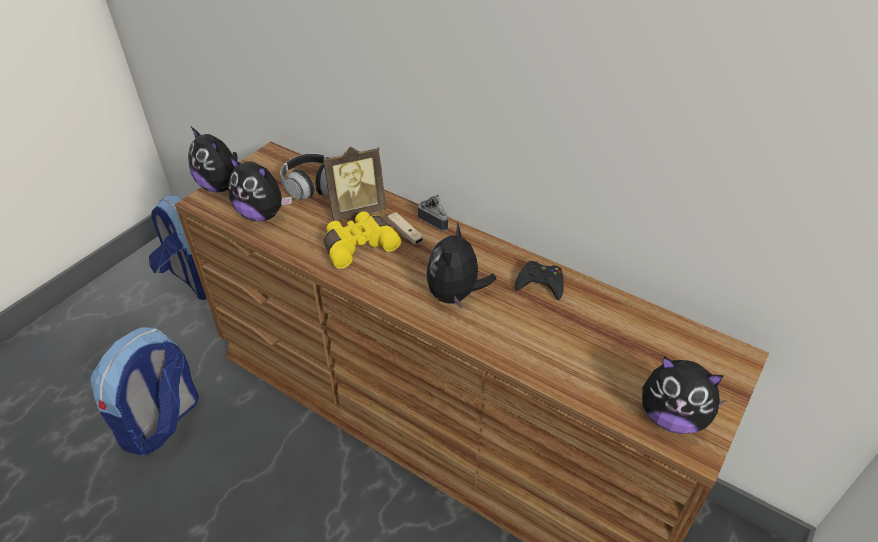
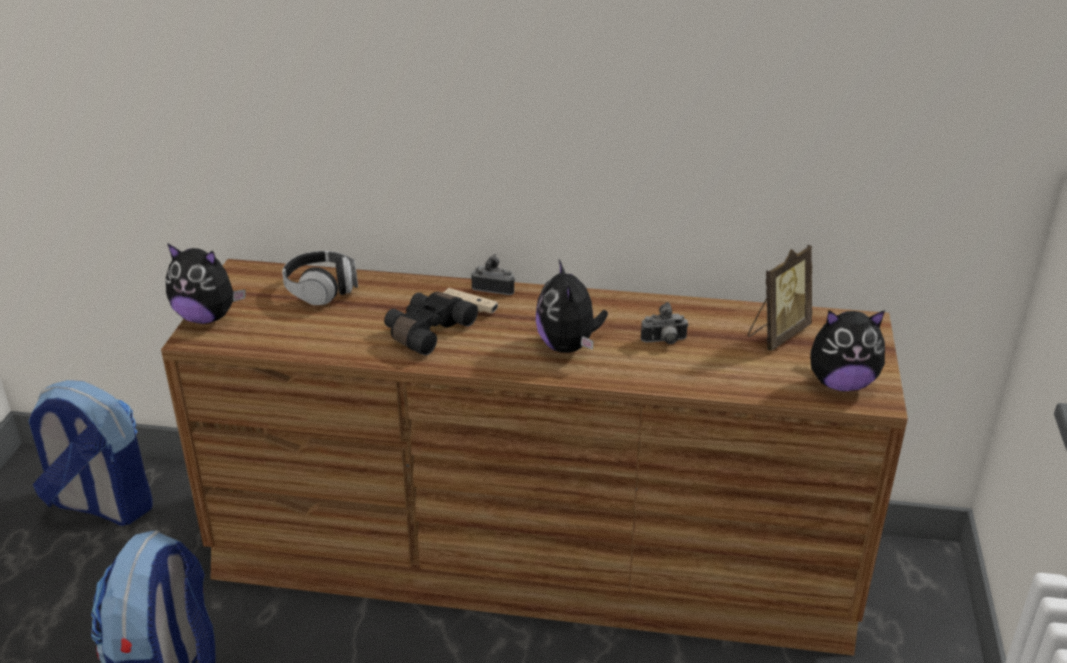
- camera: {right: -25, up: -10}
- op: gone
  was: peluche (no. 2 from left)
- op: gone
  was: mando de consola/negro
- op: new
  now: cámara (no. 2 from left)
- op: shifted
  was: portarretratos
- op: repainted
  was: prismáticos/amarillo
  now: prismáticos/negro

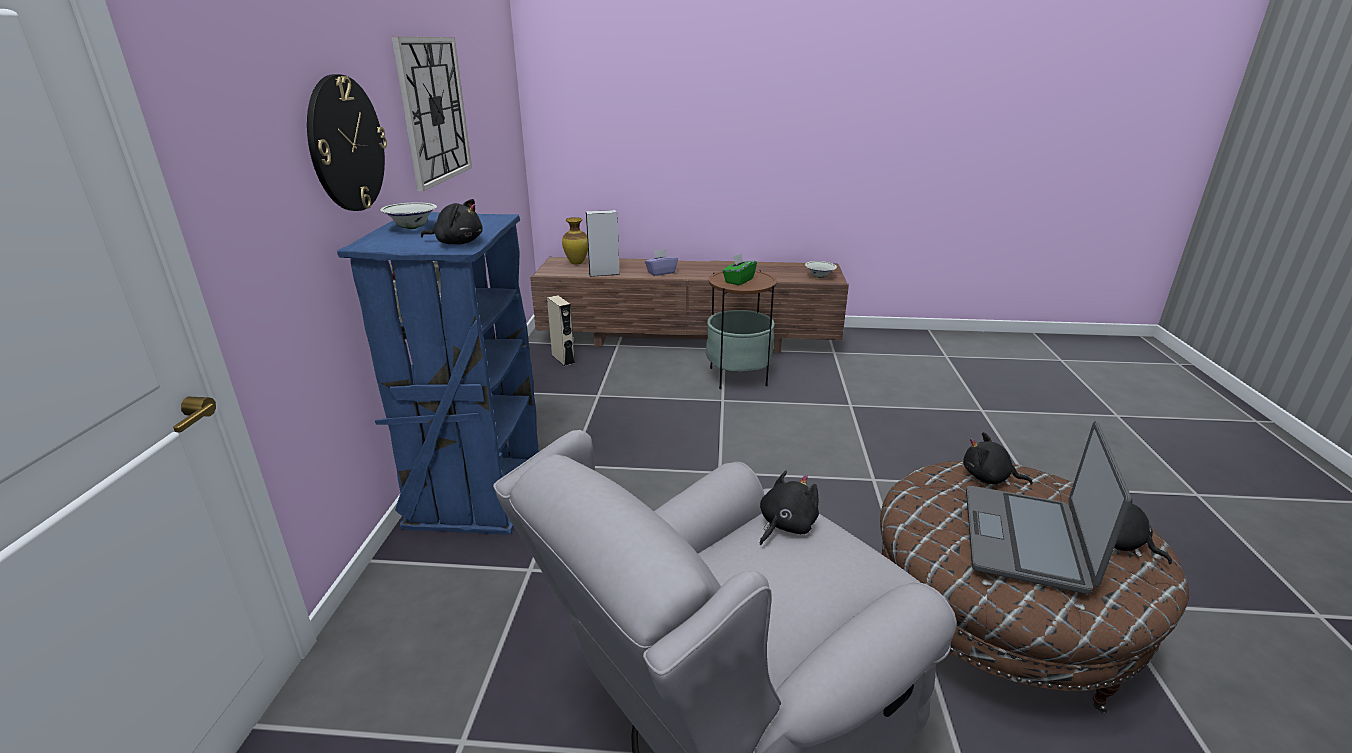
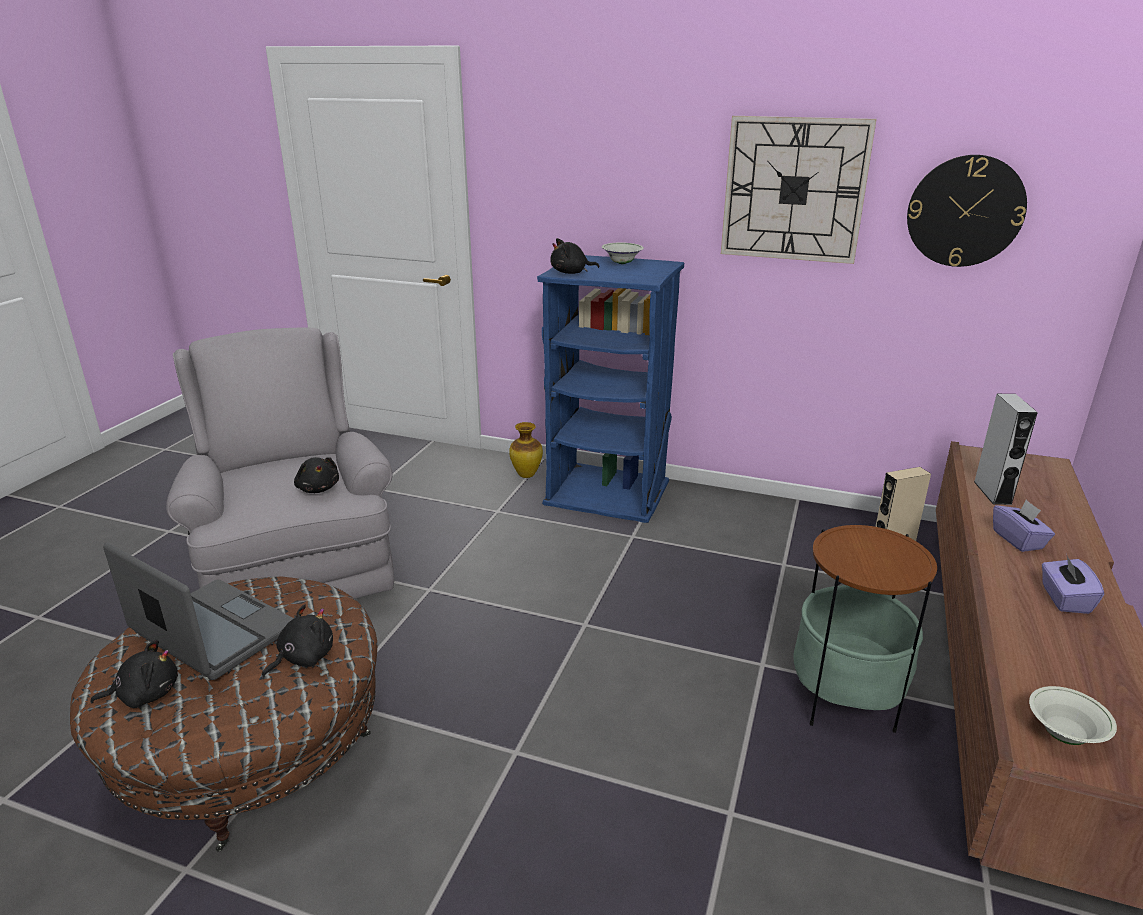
- camera: {right: 105, up: 0}
- op: gone
  was: caja de pañuelos/verde
- op: new
  now: caja de pañuelos/morado (no. 2 from left)
- op: shifted
  was: reloj de pared (no. 1 from left in the first image)
  now: reloj de pared (no. 2 from left)
- op: shifted
  was: florero
- op: rotated
  was: peluche/negro (no. 1 from left in the first image)
  clockwise: 45

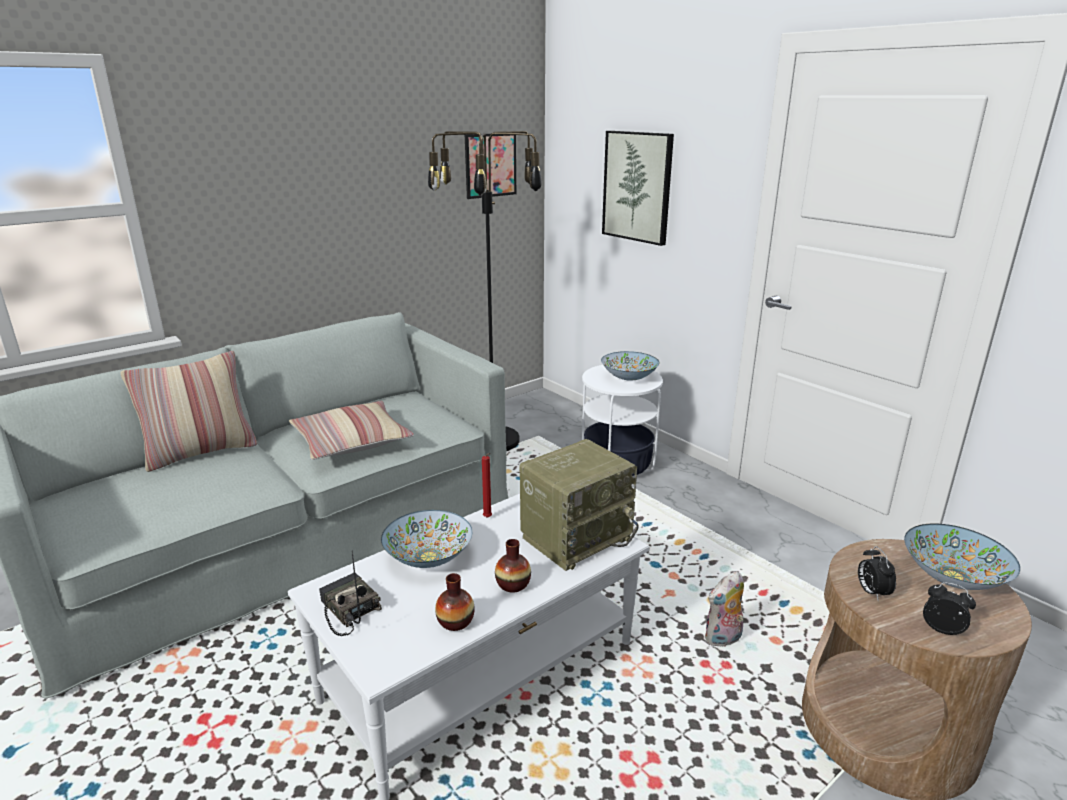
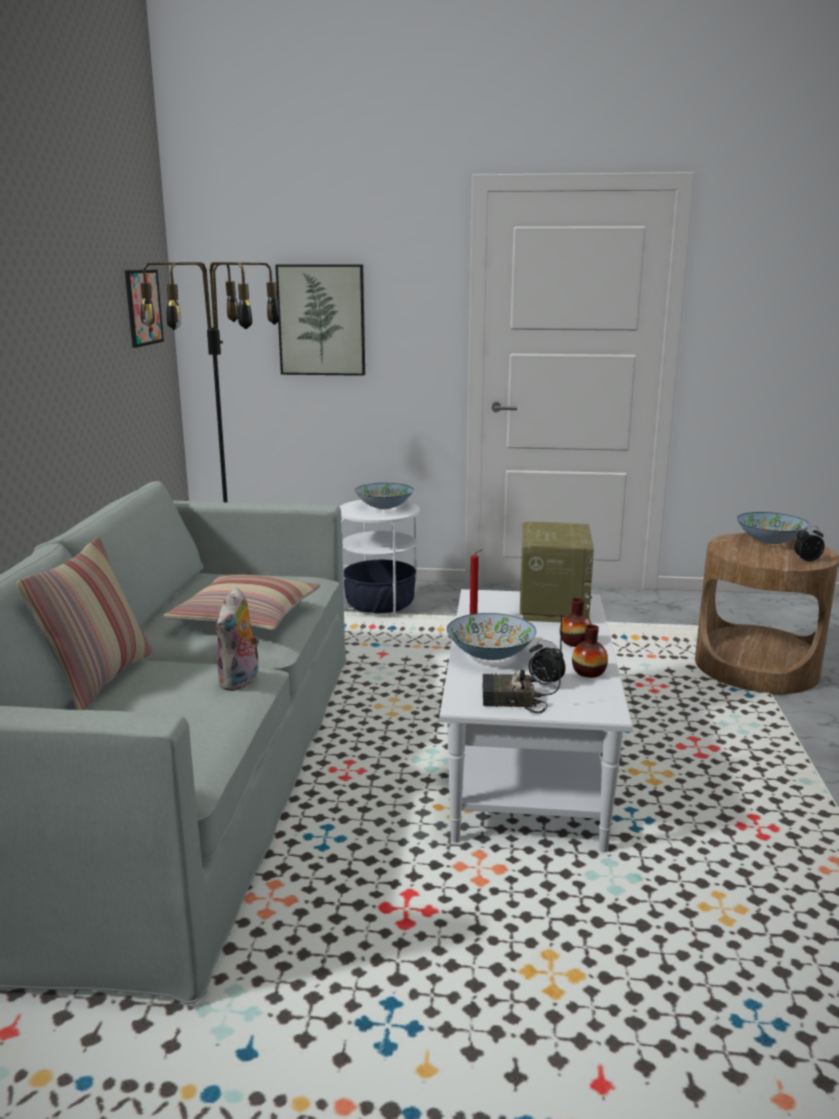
- camera: {right: -45, up: -5}
- op: shifted
  was: peluche
- op: shifted
  was: despertador (no. 1 from left)

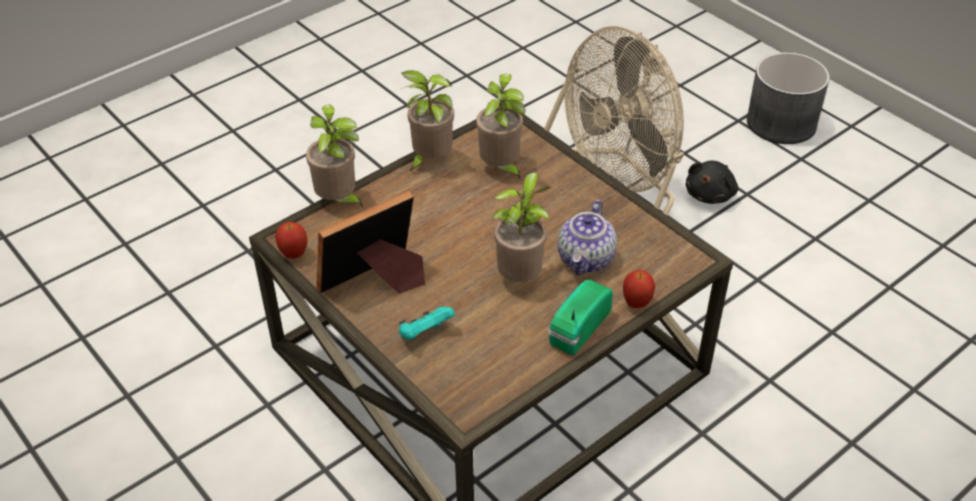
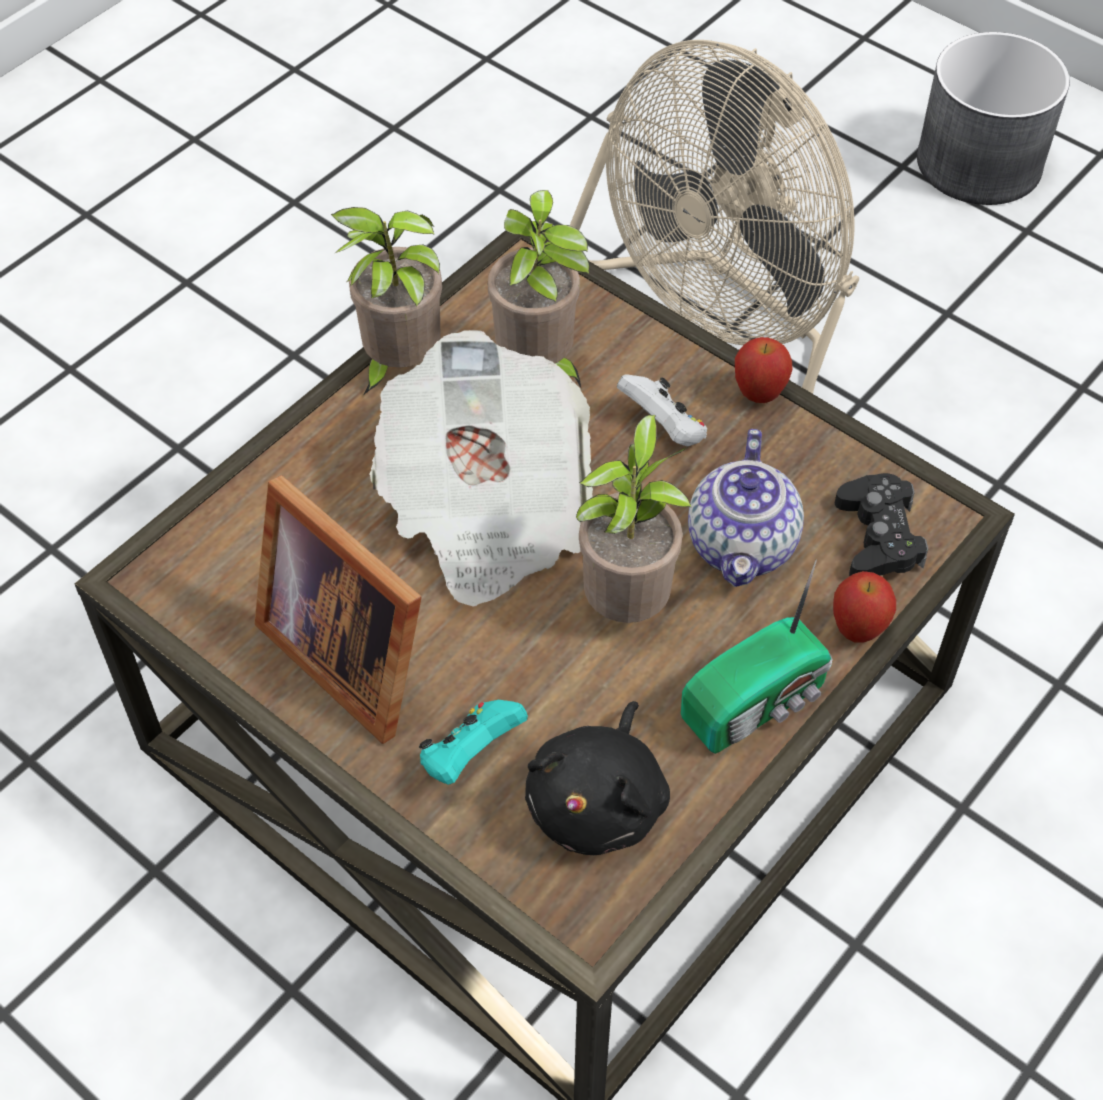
- camera: {right: -10, up: 10}
- op: gone
  was: planta en maceta (no. 1 from left)
- op: new
  now: periódico
- op: new
  now: mando de consola/blanco
- op: new
  now: mando de consola/negro
- op: shifted
  was: manzana (no. 1 from left)
- op: shifted
  was: peluche/negro
- op: rotated
  was: portarretratos
  clockwise: -90
- op: rotated
  was: radio
  clockwise: -150

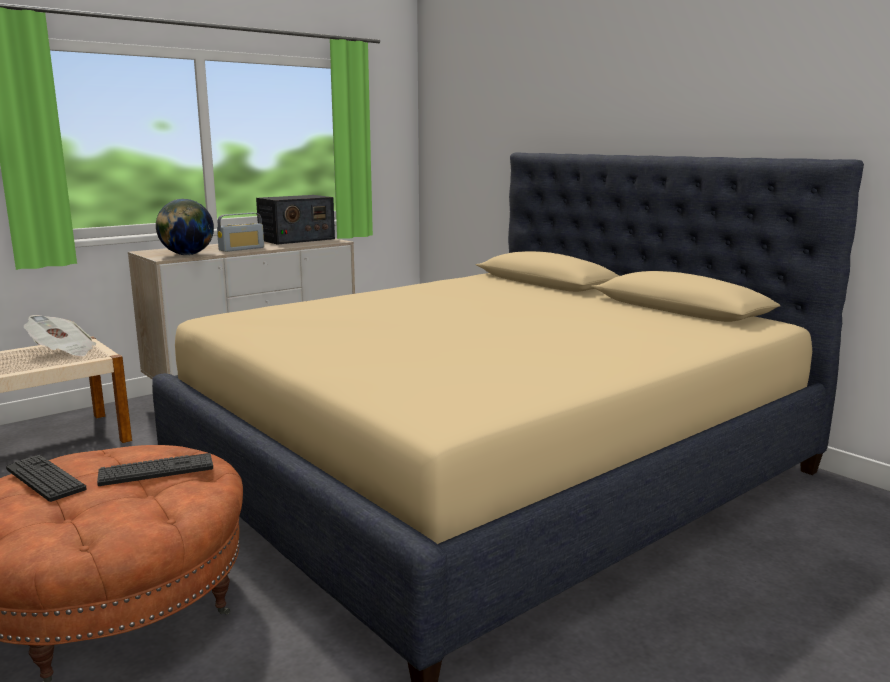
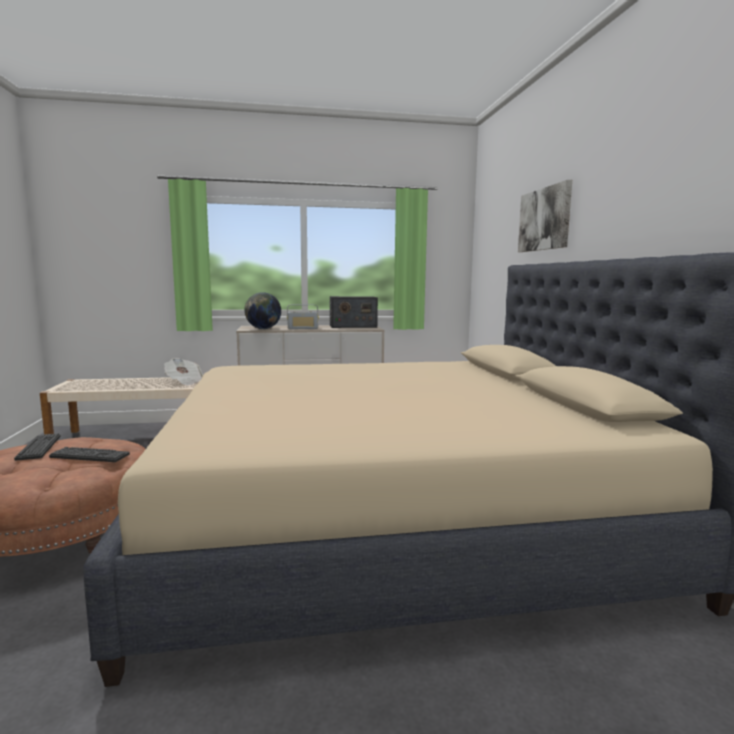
- camera: {right: 30, up: -5}
- op: new
  now: cuadro

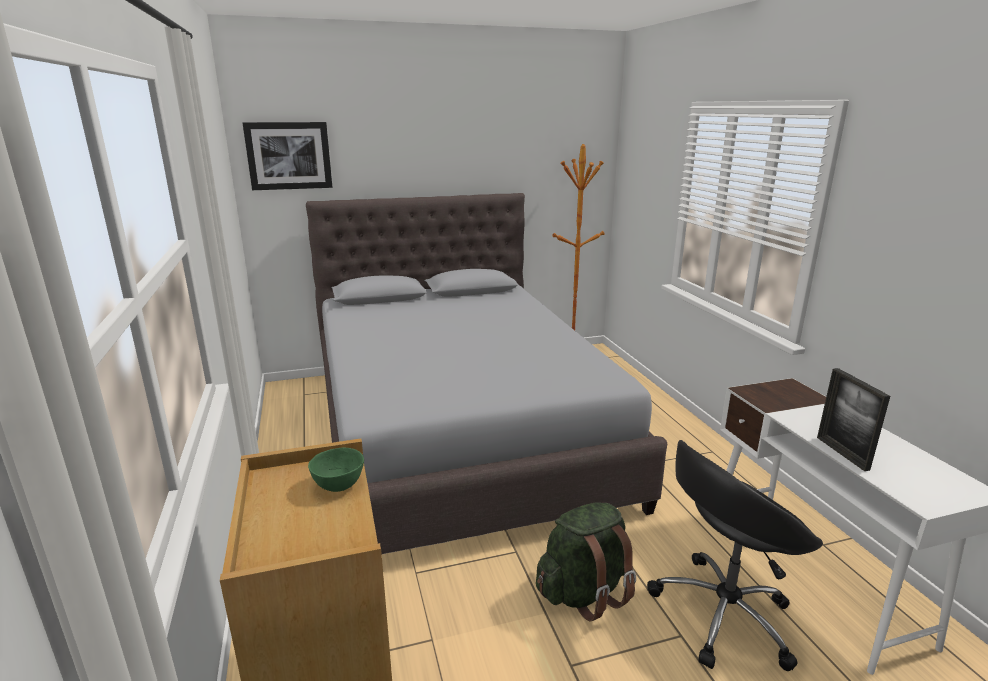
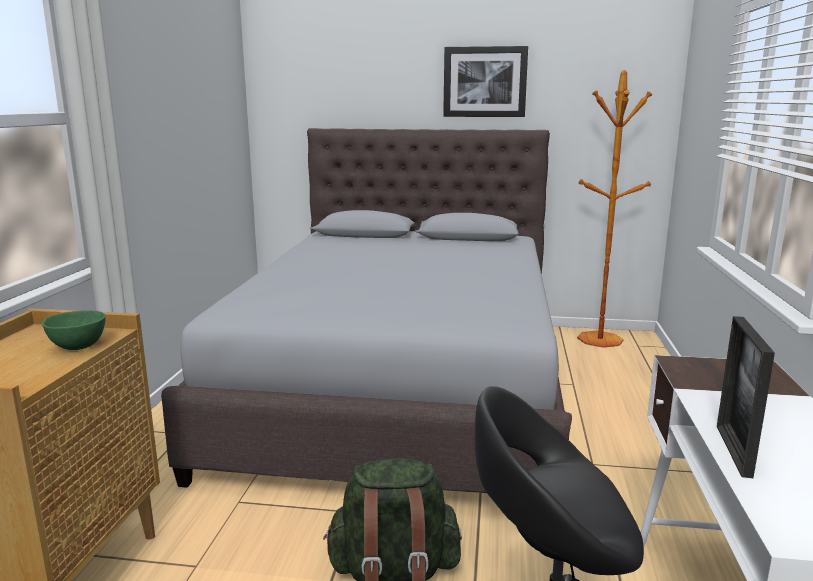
- camera: {right: 25, up: -5}
- op: shifted
  was: cuadro

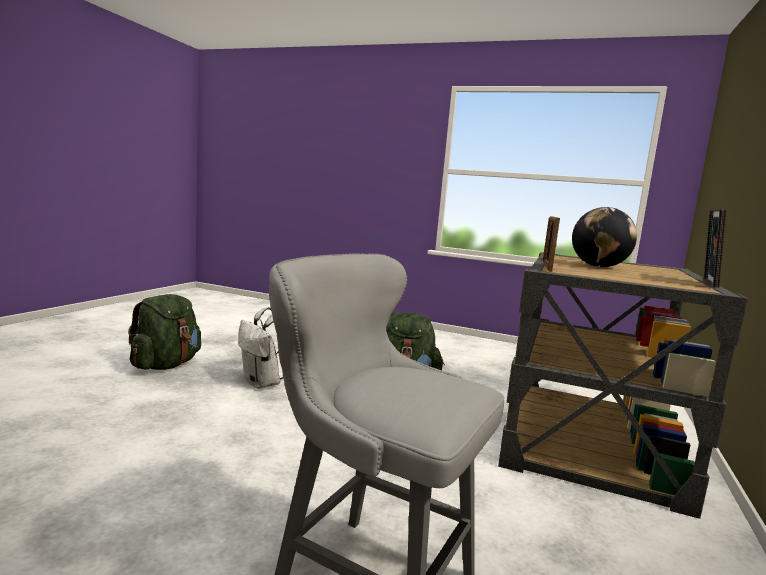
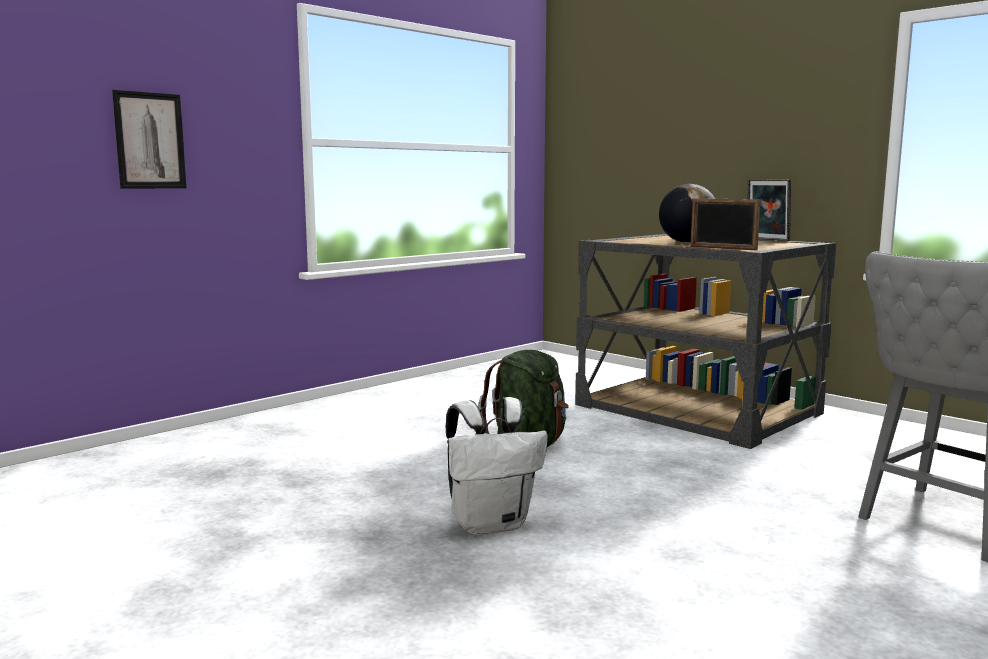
- camera: {right: -65, up: 0}
- op: gone
  was: mochila/verde (no. 1 from left)
- op: new
  now: cuadro

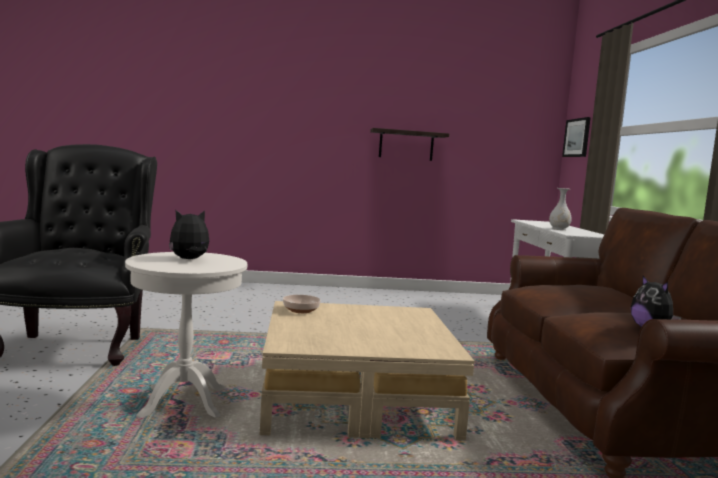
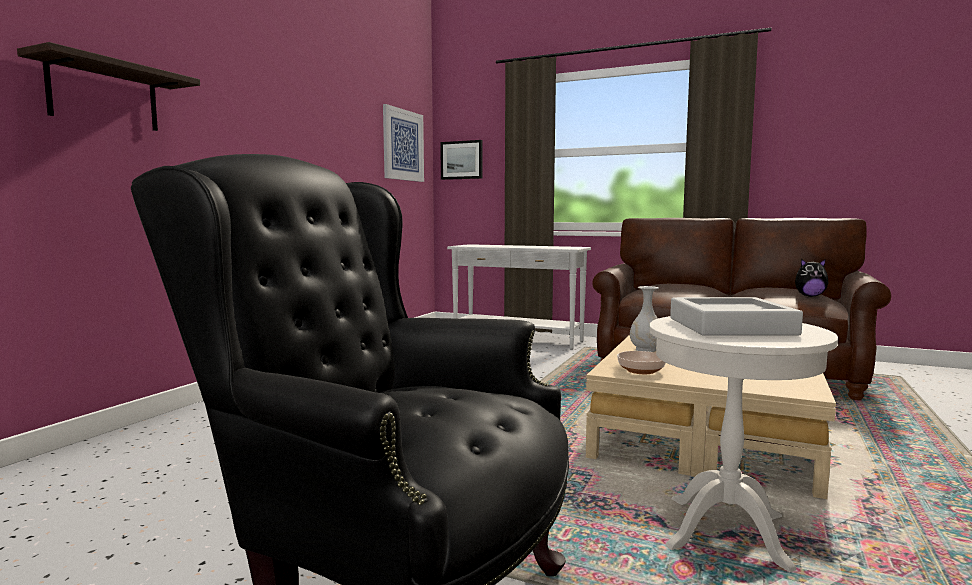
- camera: {right: -60, up: 0}
- op: new
  now: cuadro (no. 1 from left)
- op: shifted
  was: estante
- op: shifted
  was: florero/blanco
- op: swapped
  was: peluche (no. 1 from left)
  now: bandeja/gris

